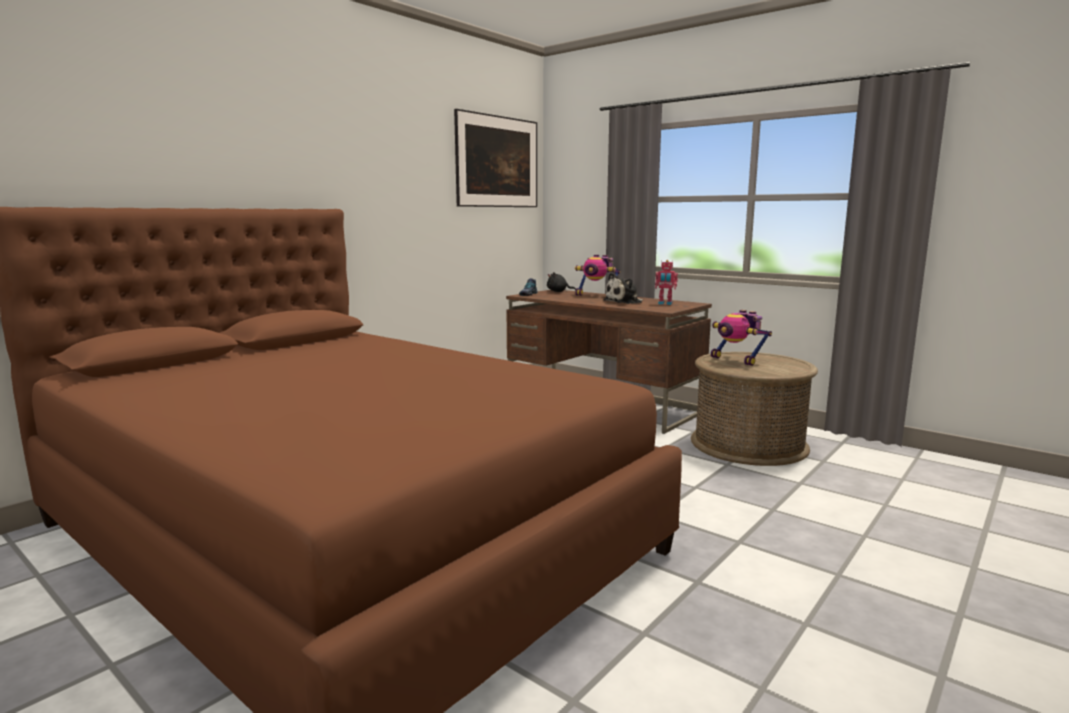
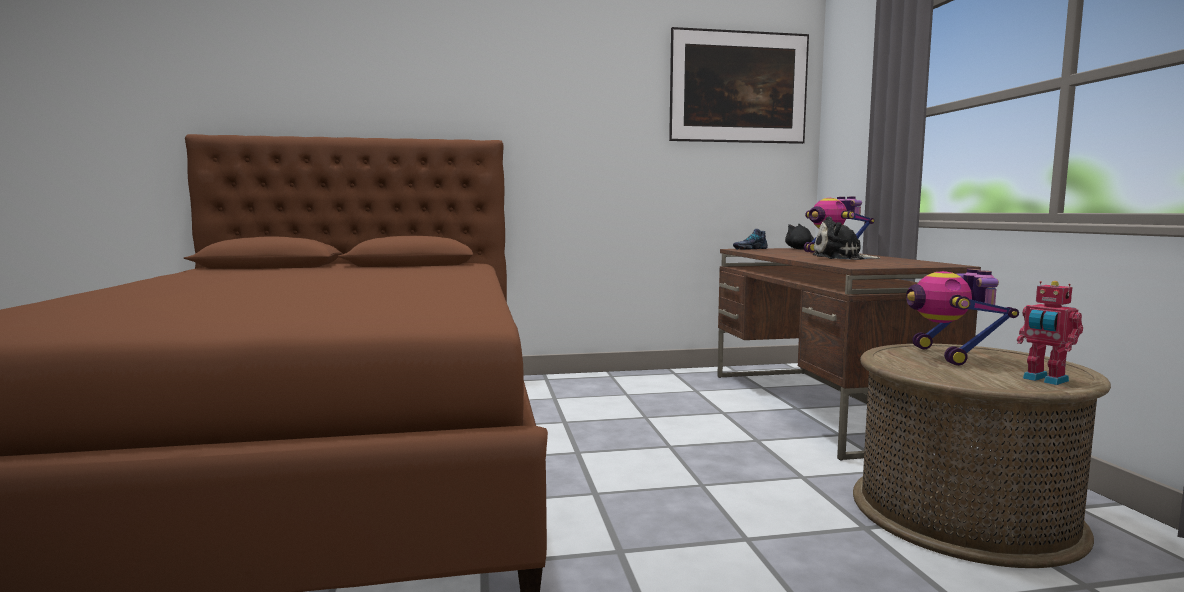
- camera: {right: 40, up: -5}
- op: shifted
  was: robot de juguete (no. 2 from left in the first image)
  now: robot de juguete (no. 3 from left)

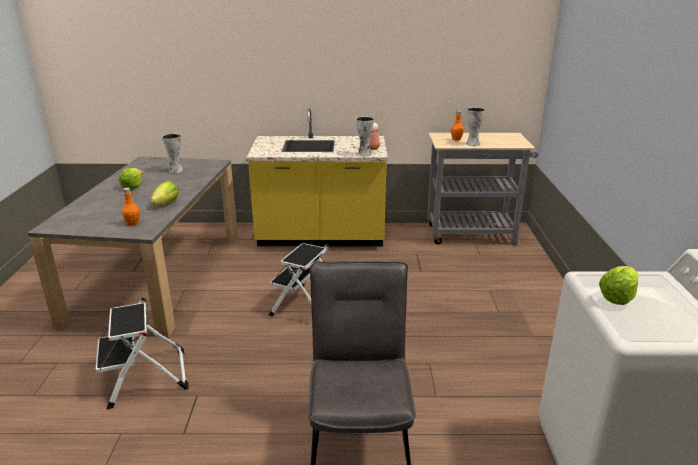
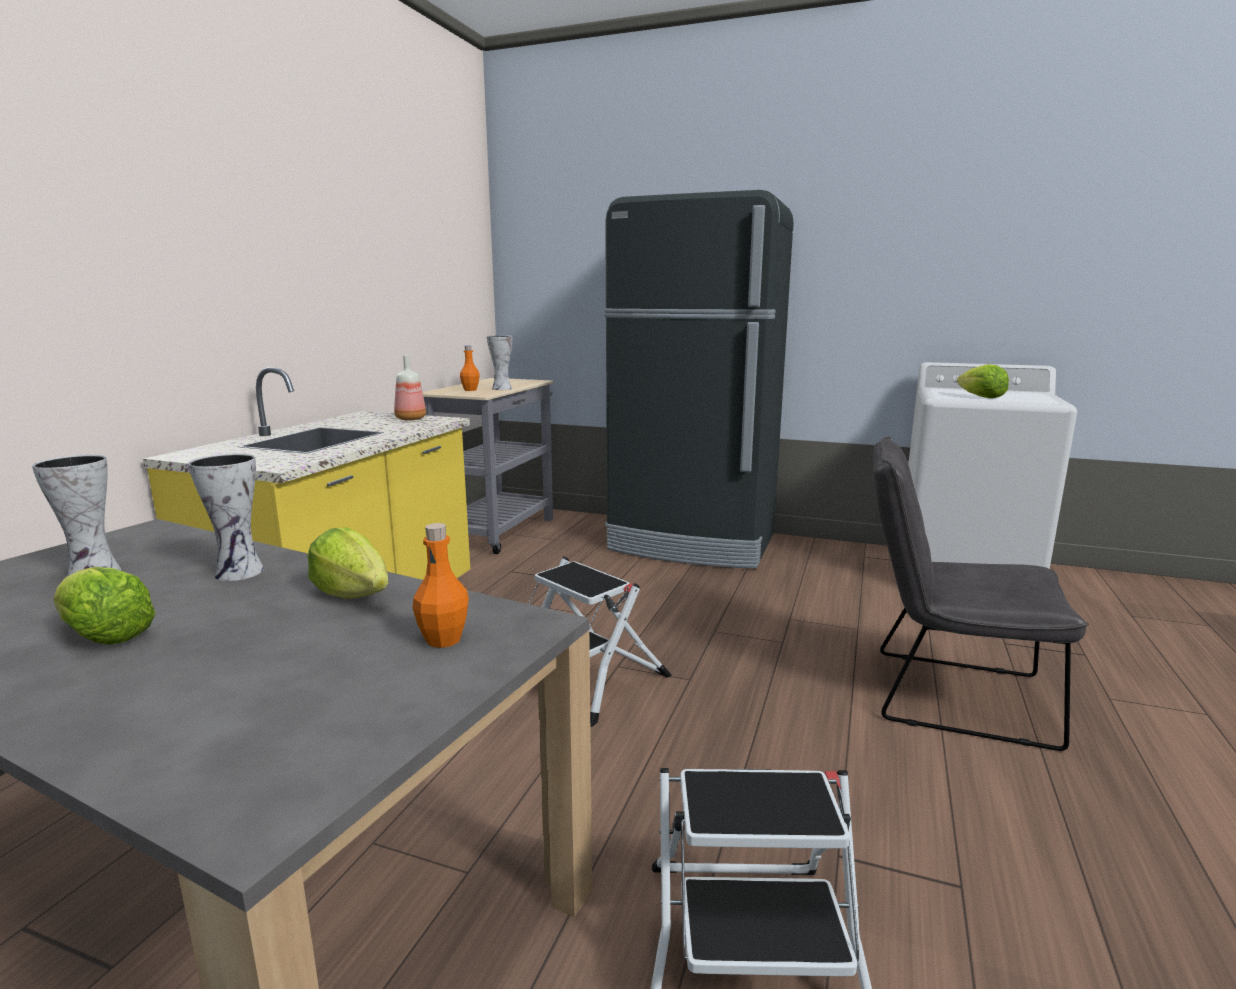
- camera: {right: -70, up: -10}
- op: new
  now: nevera/negro
- op: shifted
  was: florero (no. 2 from left)

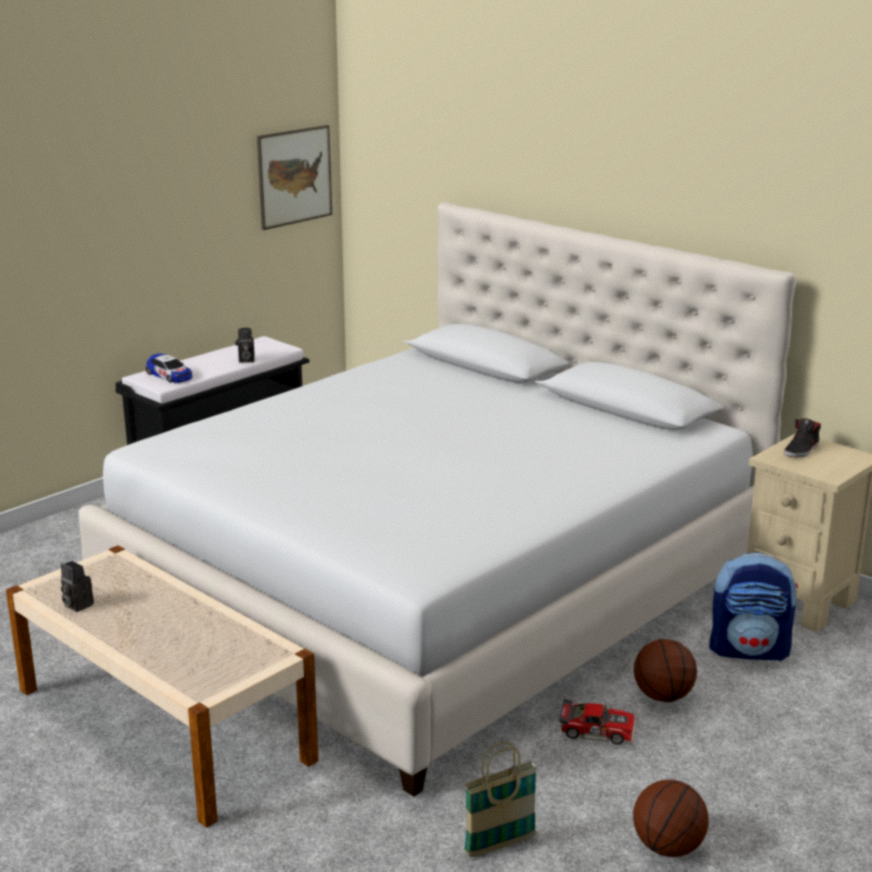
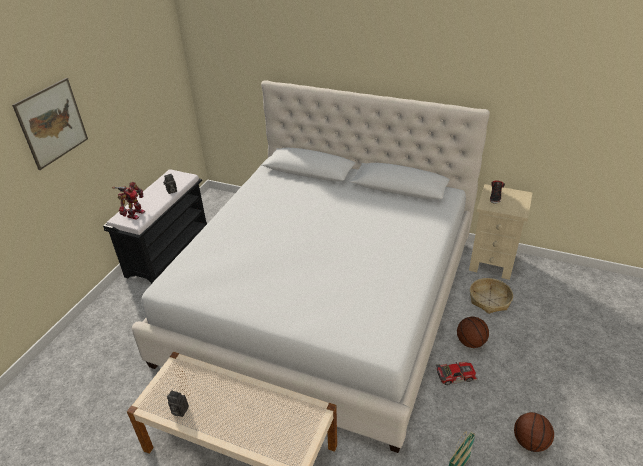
- camera: {right: -20, up: 15}
- op: shifted
  was: cuadro
- op: swapped
  was: coche de juguete (no. 1 from left)
  now: robot de juguete
- op: swapped
  was: mochila
  now: cesta (no. 2 from left)

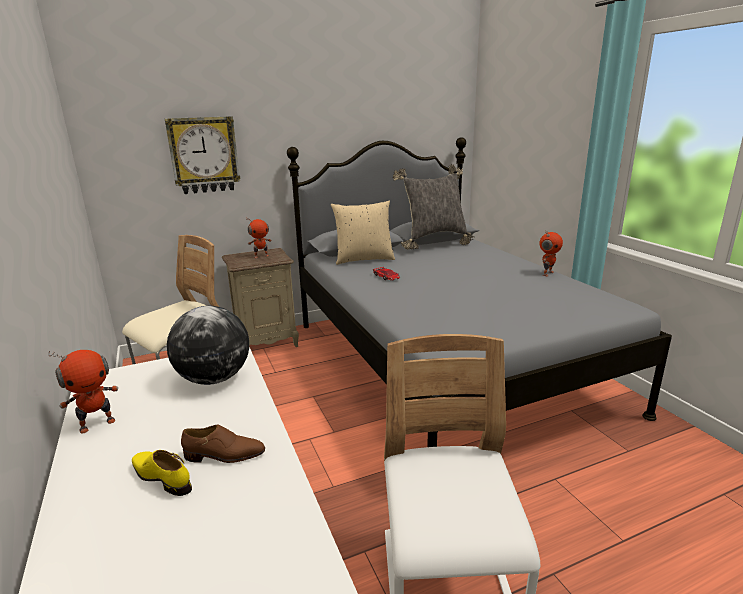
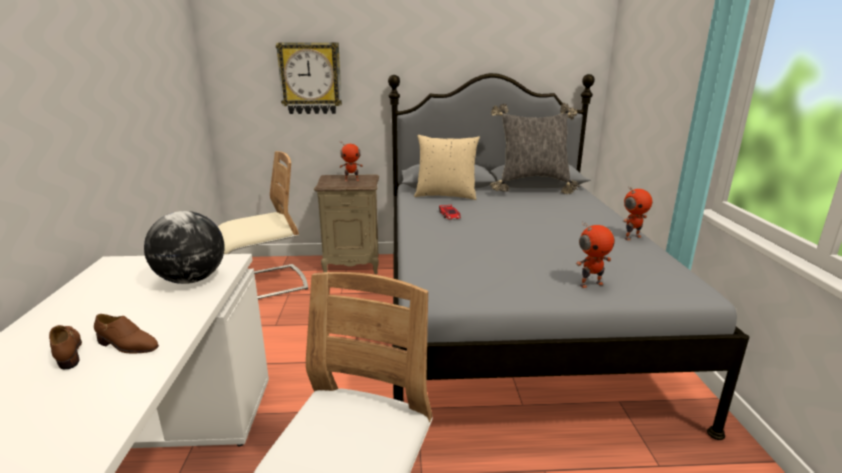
- camera: {right: 20, up: 0}
- op: shifted
  was: robot de juguete (no. 1 from left in the first image)
  now: robot de juguete (no. 2 from left)
- op: repainted
  was: zapato/amarillo
  now: zapato/marrón (no. 1 from left)

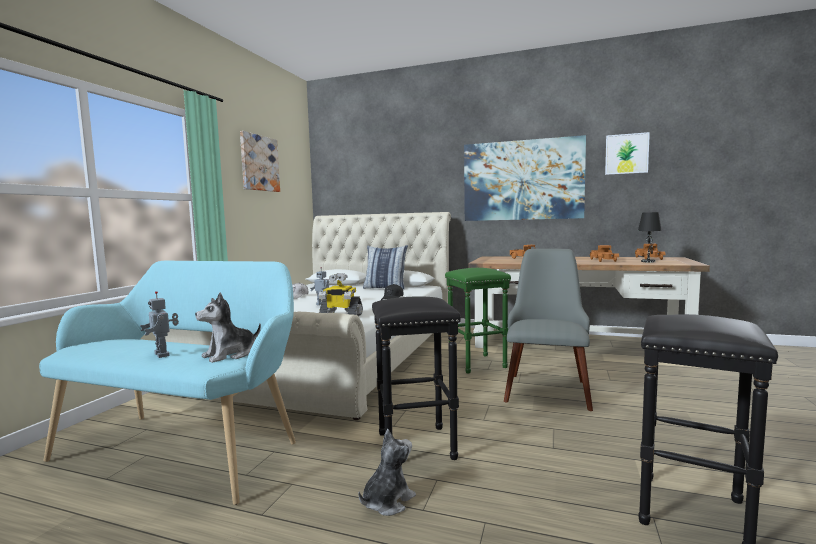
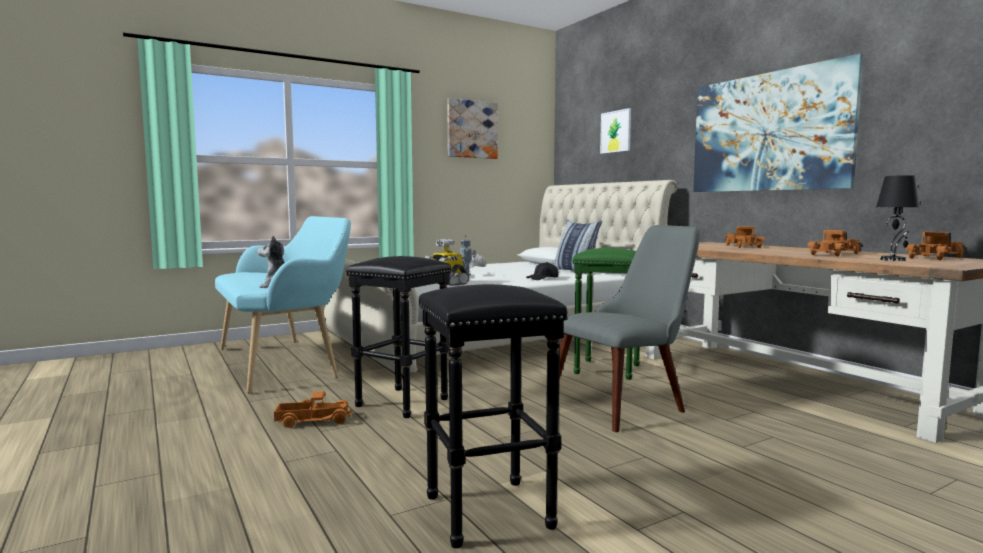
- camera: {right: 40, up: 0}
- op: gone
  was: robot de juguete (no. 1 from left)
- op: shifted
  was: cuadro (no. 3 from left in the first image)
  now: cuadro (no. 2 from left)
- op: swapped
  was: peluche (no. 2 from left)
  now: camión de juguete (no. 1 from left)

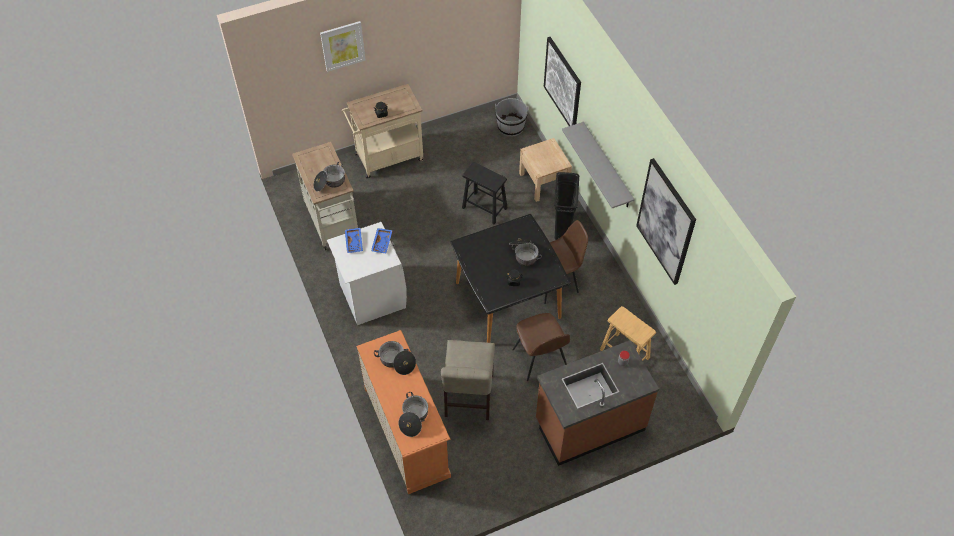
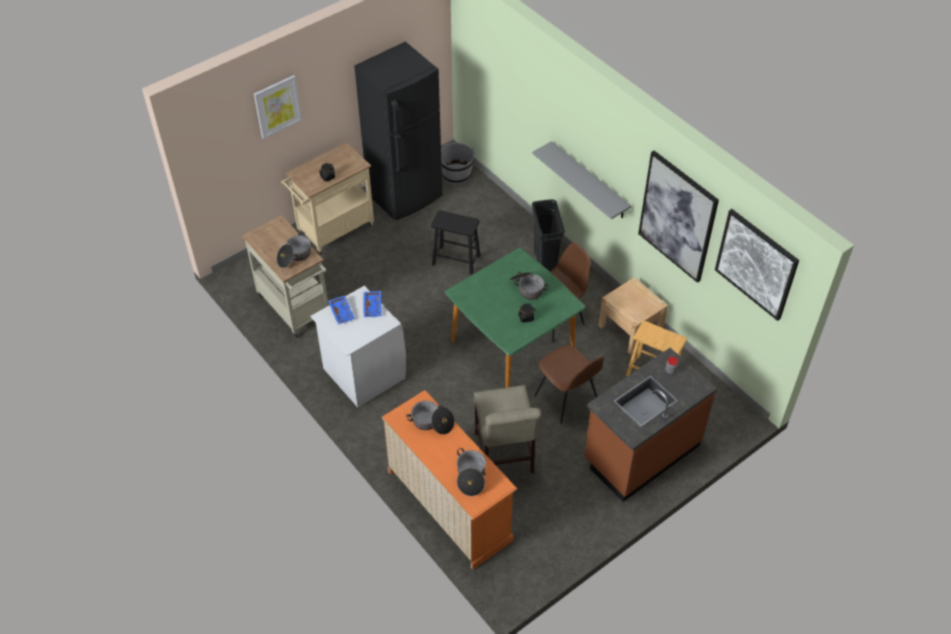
- camera: {right: -15, up: -5}
- op: new
  now: nevera/negro
- op: shifted
  was: mesita de noche/beis
- op: shifted
  was: cuadro (no. 2 from left in the first image)
  now: cuadro (no. 3 from left)
- op: repainted
  was: mesa de comedor/negro
  now: mesa de comedor/verde

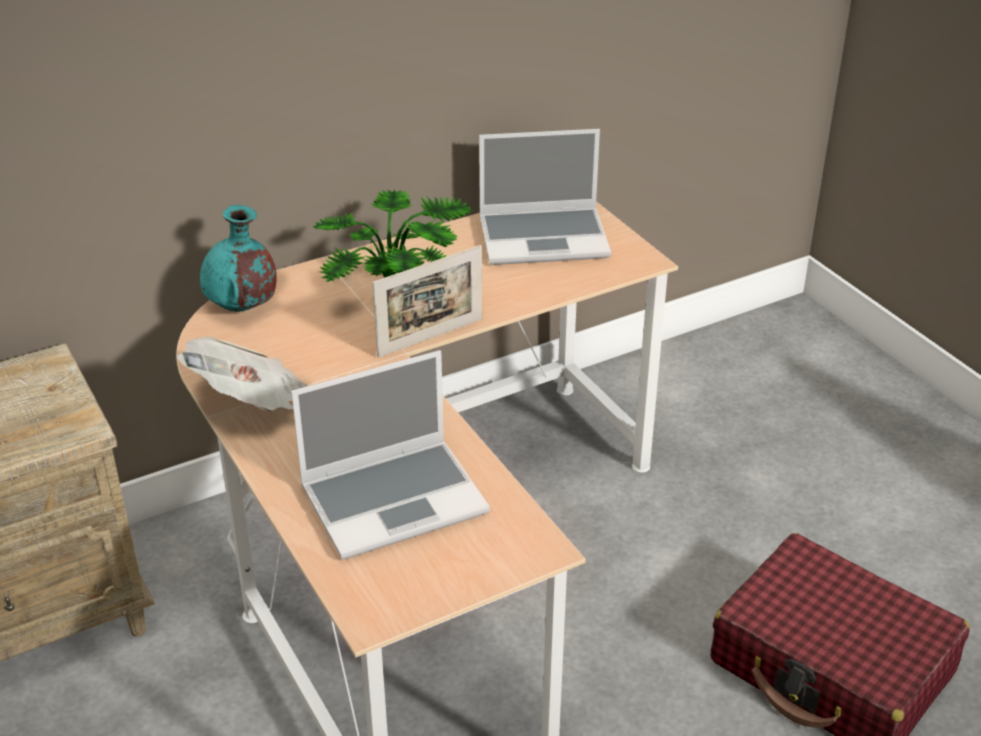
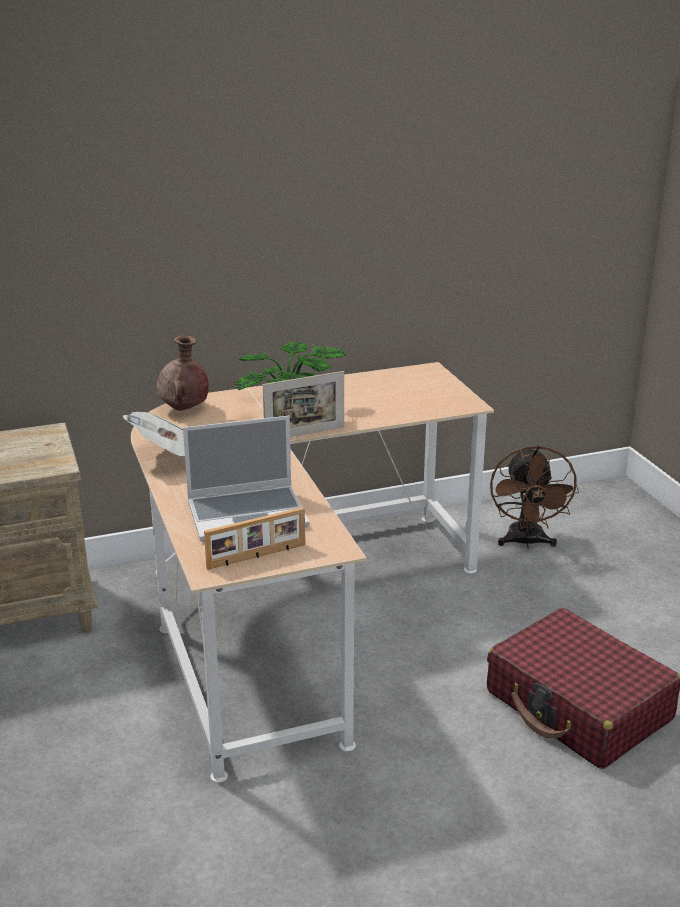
- camera: {right: 10, up: -10}
- op: gone
  was: portátil (no. 2 from left)
- op: new
  now: portarretratos (no. 1 from left)
- op: new
  now: ventilador/marrón
- op: repainted
  was: florero/turquesa
  now: florero/marrón

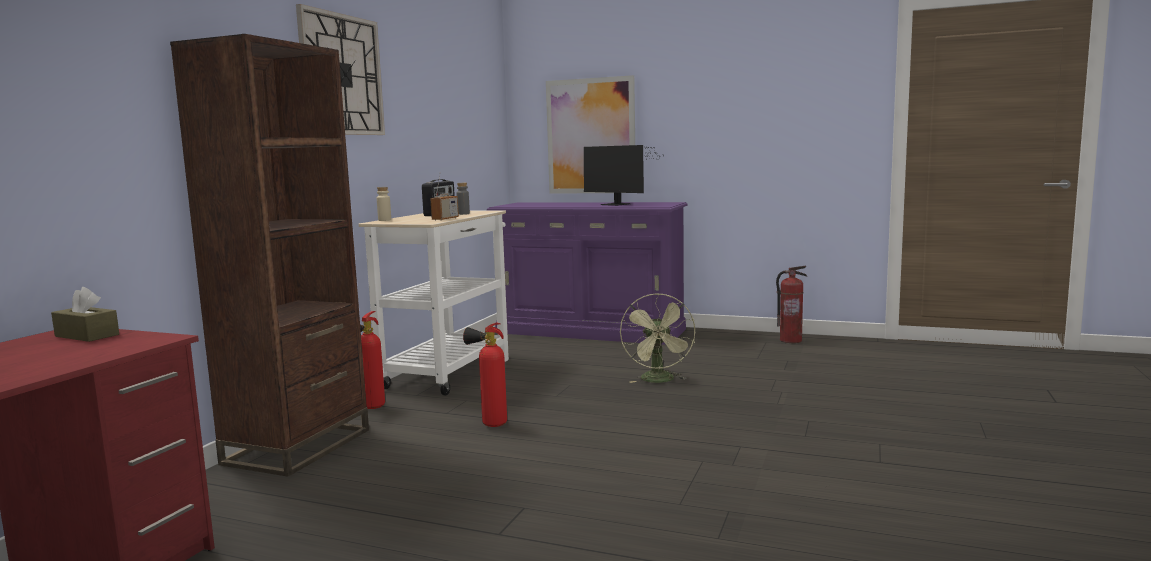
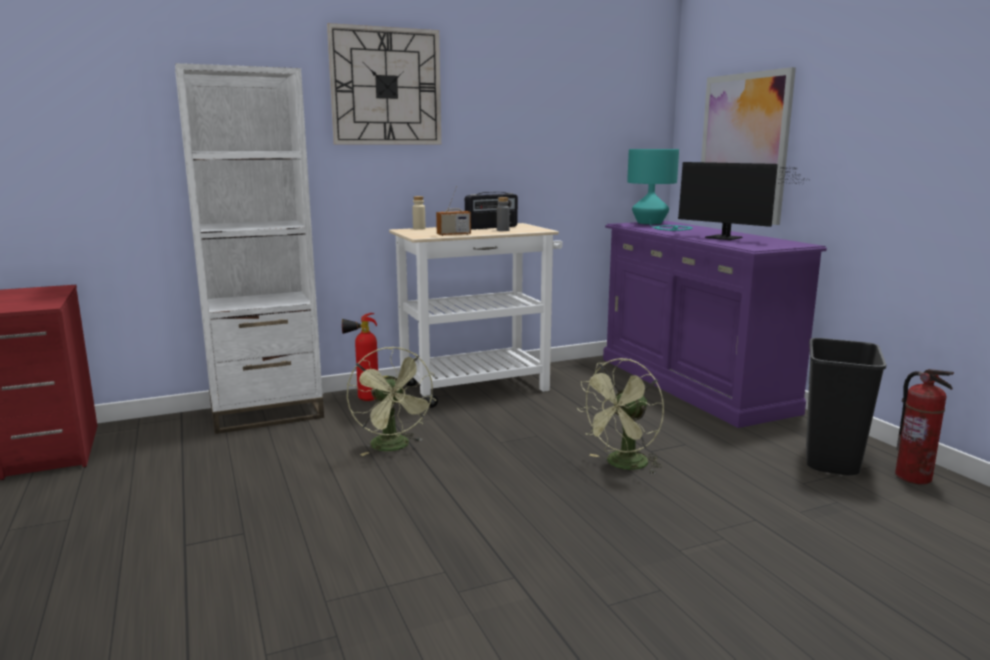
- camera: {right: 45, up: 5}
- op: gone
  was: caja de pañuelos/marrón
- op: new
  now: lámpara de mesa/turquesa
- op: new
  now: papelera/negro
- op: swapped
  was: extintor (no. 2 from left)
  now: ventilador/verde (no. 1 from left)
- op: repainted
  was: estantería/marrón
  now: estantería/blanco
- op: rotated
  was: monitor
  clockwise: -45

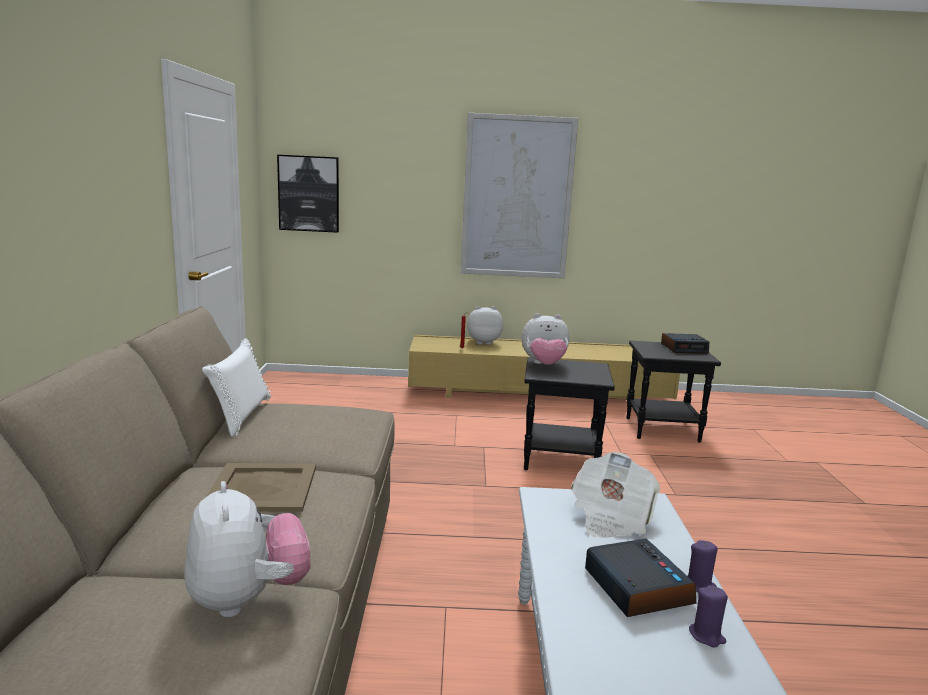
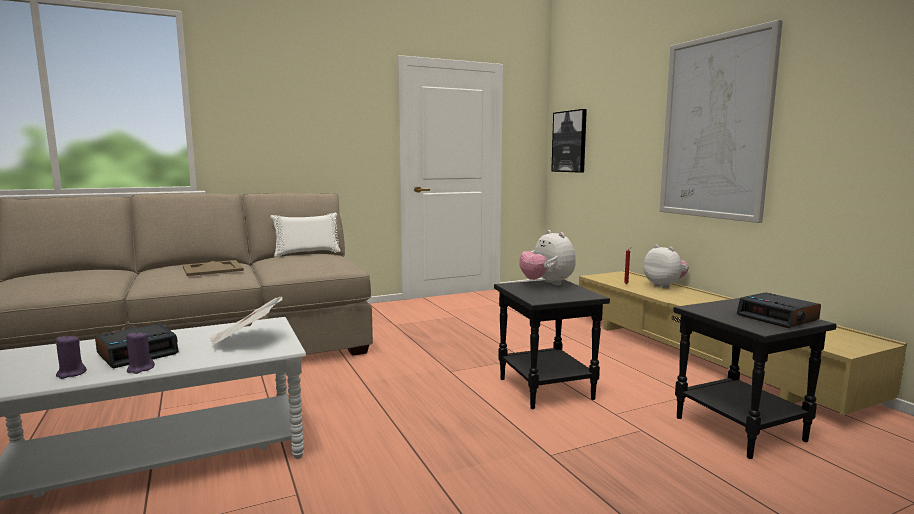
- camera: {right: 65, up: -5}
- op: gone
  was: peluche (no. 1 from left)

